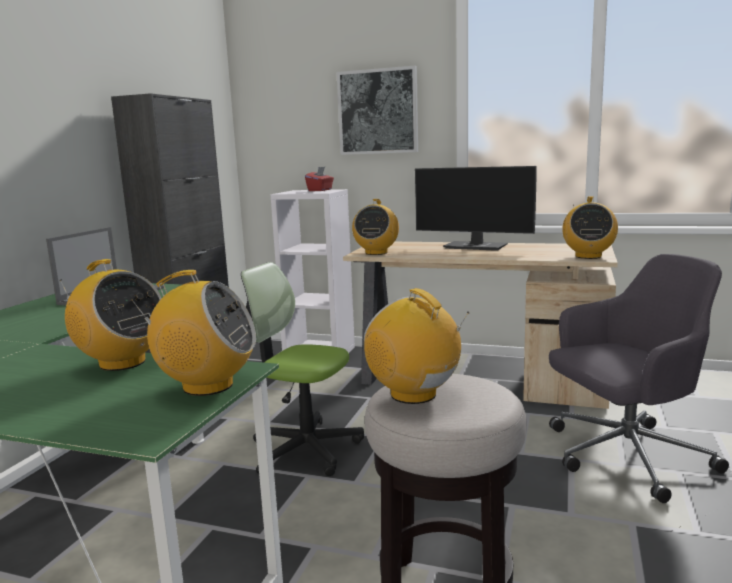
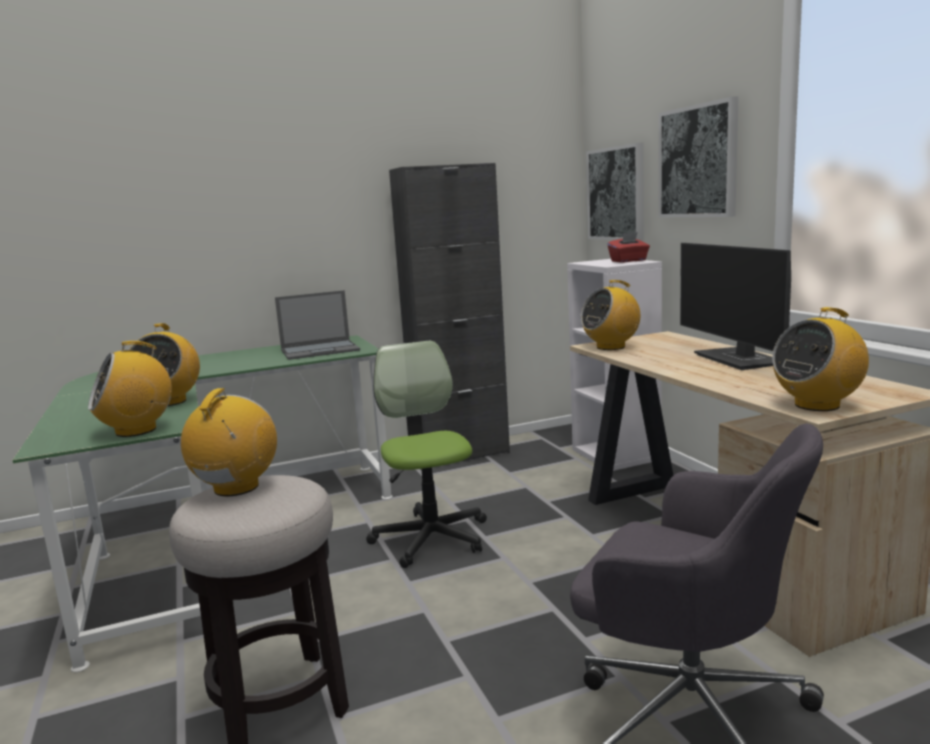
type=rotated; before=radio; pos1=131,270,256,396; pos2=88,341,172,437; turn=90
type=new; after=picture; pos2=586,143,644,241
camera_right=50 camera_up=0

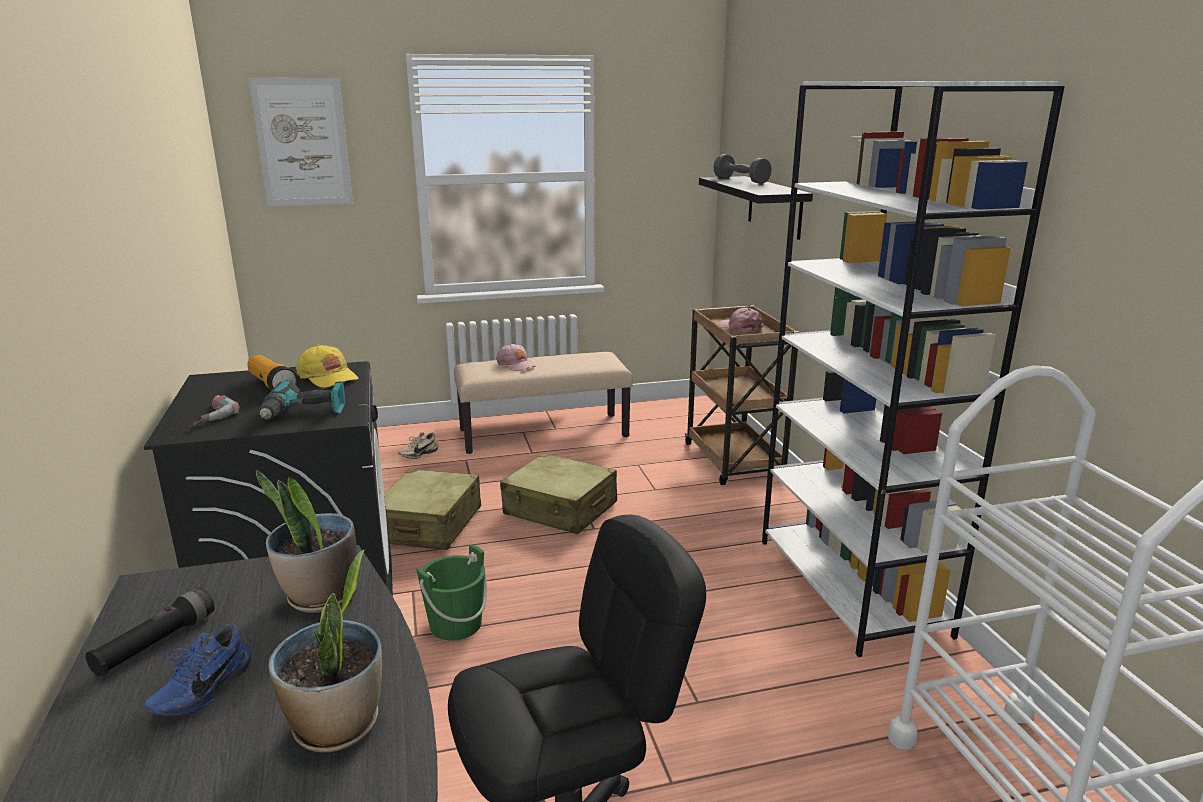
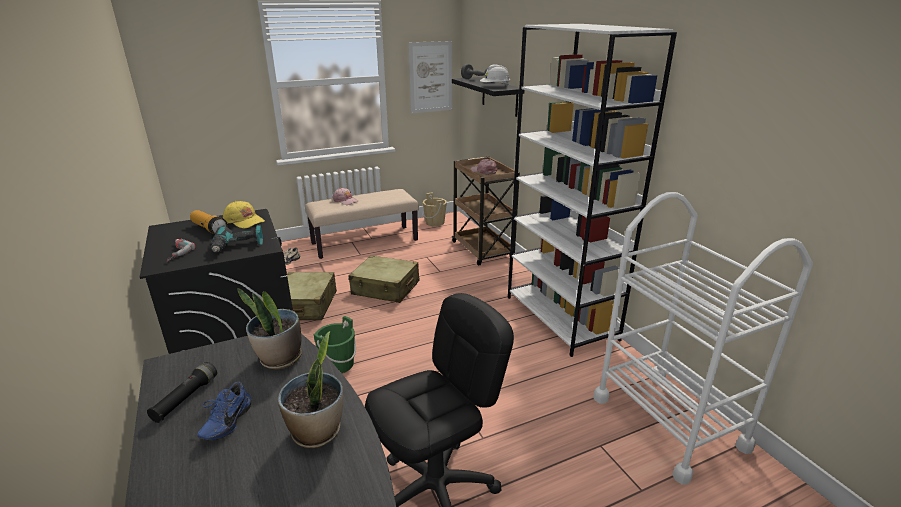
type=shifted; before=picture; pos1=249,78,353,206; pos2=408,41,452,114
type=new; after=beige bucket; pos2=423,192,447,226
type=new; after=white hard hat; pos2=480,64,510,86
camera_right=-10 camera_up=5

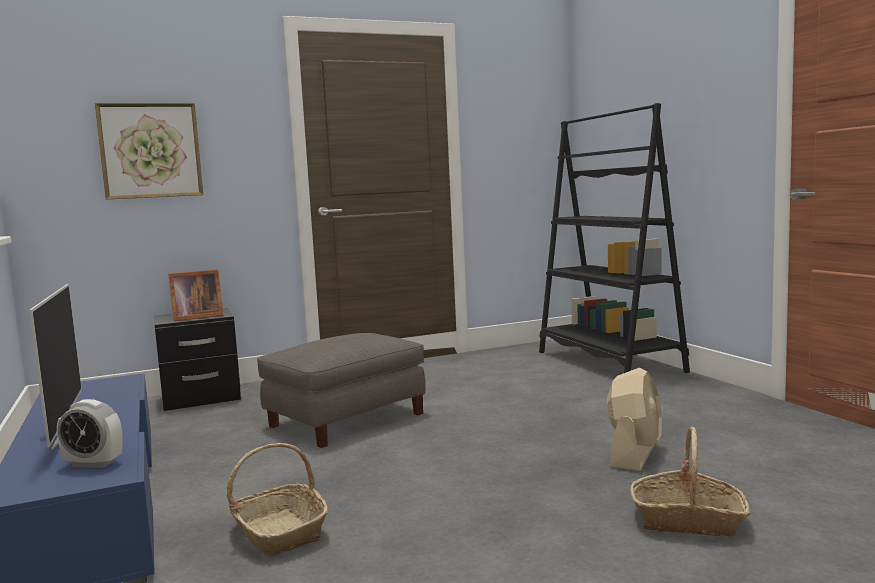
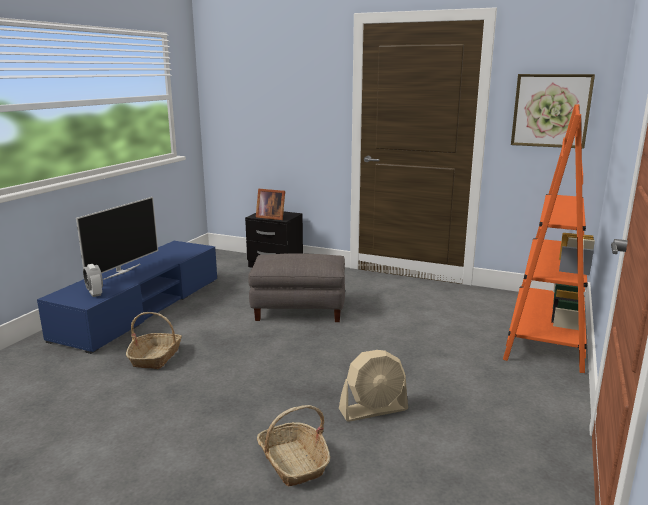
type=repainted; before=black bookcase; after=orange bookcase; pos1=539,103,690,373; pos2=503,104,595,373
type=shifted; before=picture; pos1=95,103,203,199; pos2=511,74,595,149
camera_right=45 camera_up=10

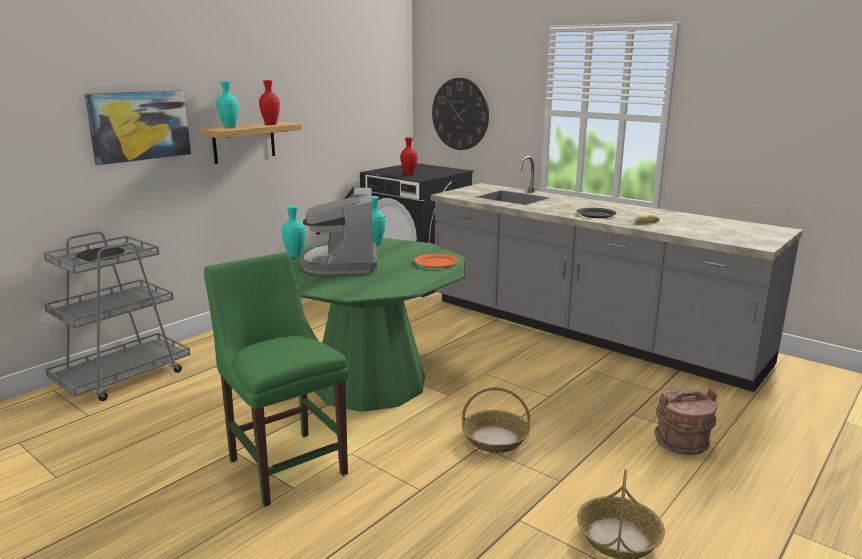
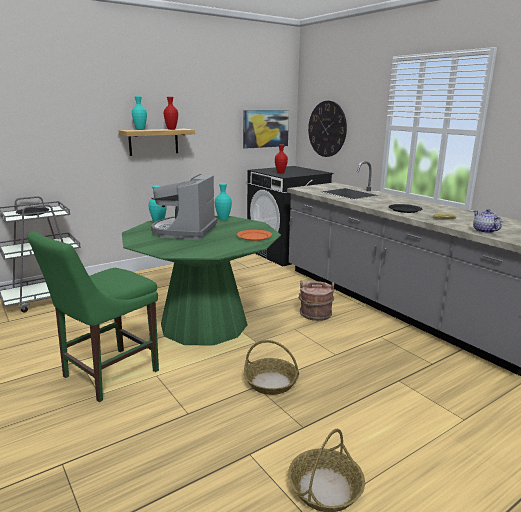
type=rotated; before=green chair; pos1=204,252,349,507; pos2=27,231,159,402; turn=-120
type=shifted; before=picture; pos1=84,90,191,165; pos2=243,110,289,149
type=shifted; before=brown bucket; pos1=654,387,718,455; pos2=299,281,334,321
type=new; after=teapot; pos2=473,209,502,233
camera_right=15 camera_up=0

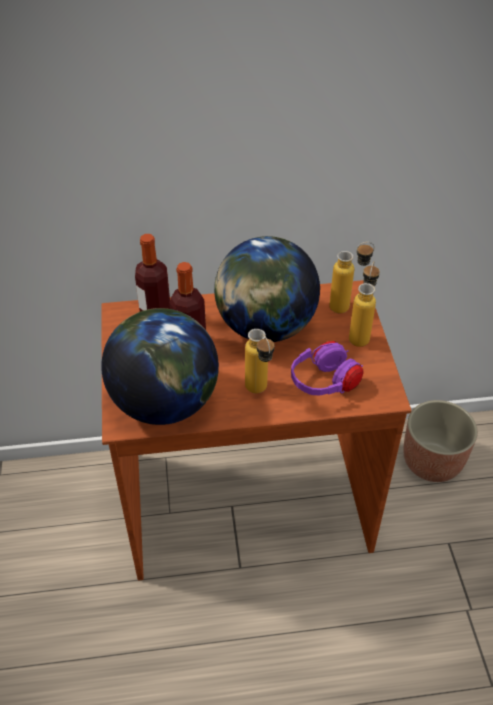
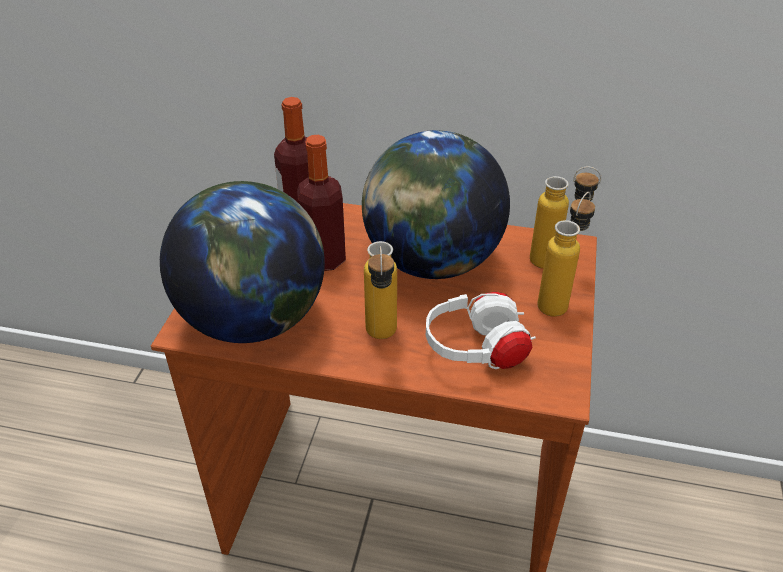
type=repainted; before=purple headphones; after=white headphones; pos1=291,341,364,396; pos2=426,292,536,369
type=gone; before=planter; pos1=403,400,478,482
camera_right=20 camera_up=-5

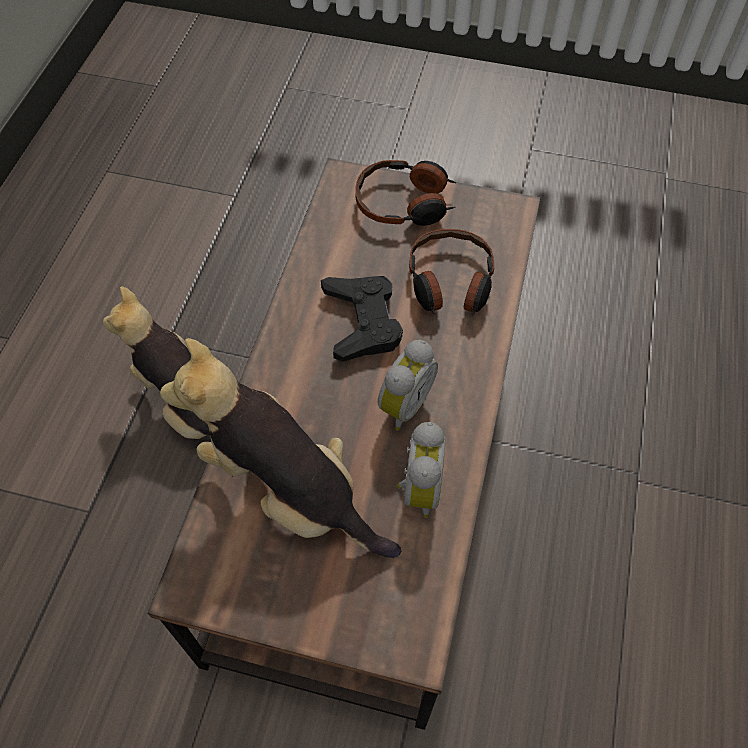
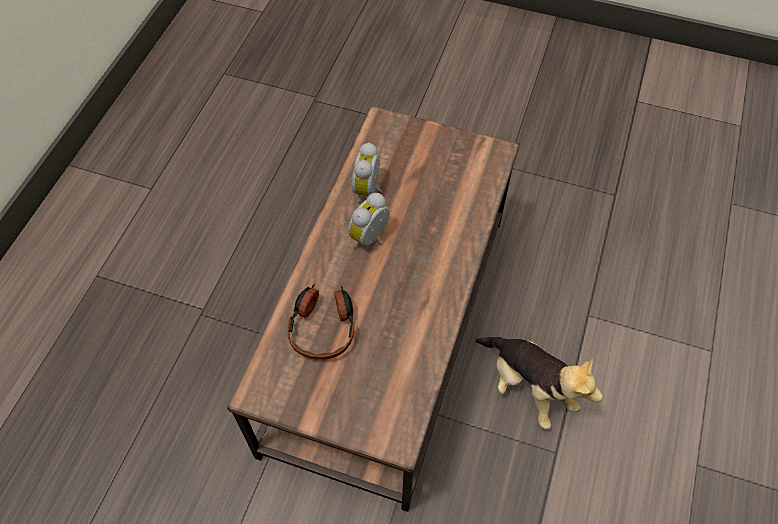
type=gone; before=plush toy; pos1=160,338,401,558
type=gone; before=black game controller; pos1=321,276,403,362
type=gone; before=headphones; pos1=355,160,456,226
camera_right=-175 camera_up=0

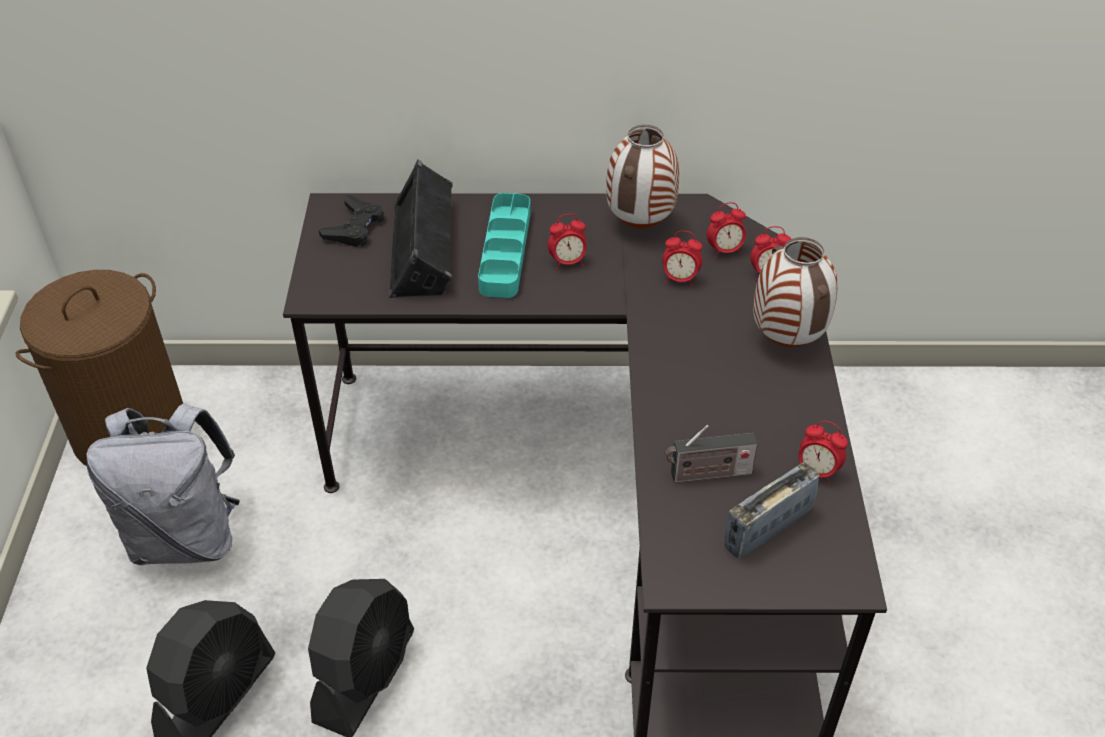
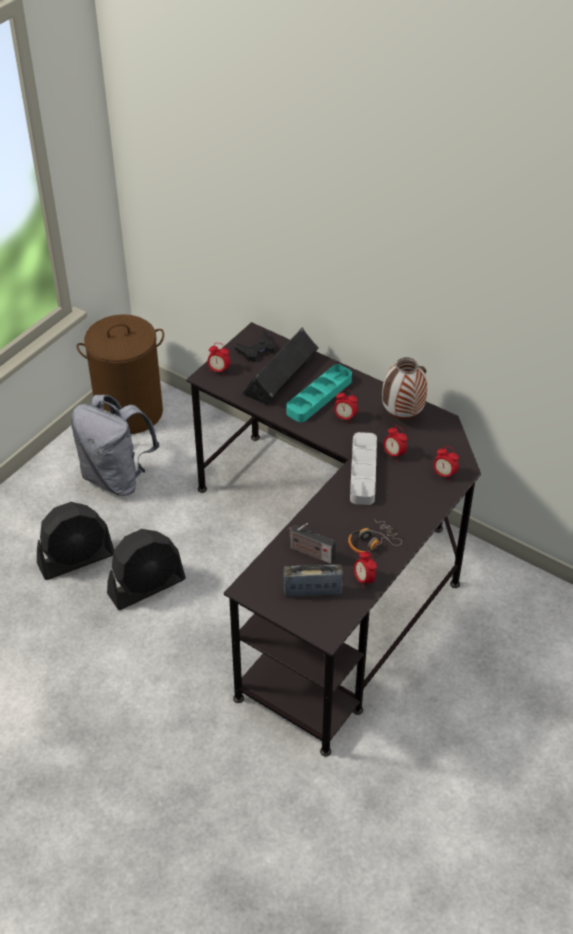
type=shifted; before=alarm clock; pos1=707,202,746,258; pos2=207,343,230,375
type=new; after=headphones; pos2=348,519,402,554
type=new; after=grey tray; pos2=350,432,377,505
type=gone; before=vase; pos1=753,237,837,347
camera_right=35 camera_up=0

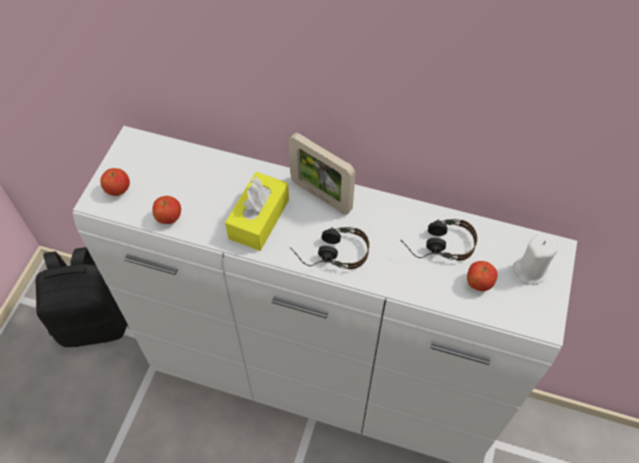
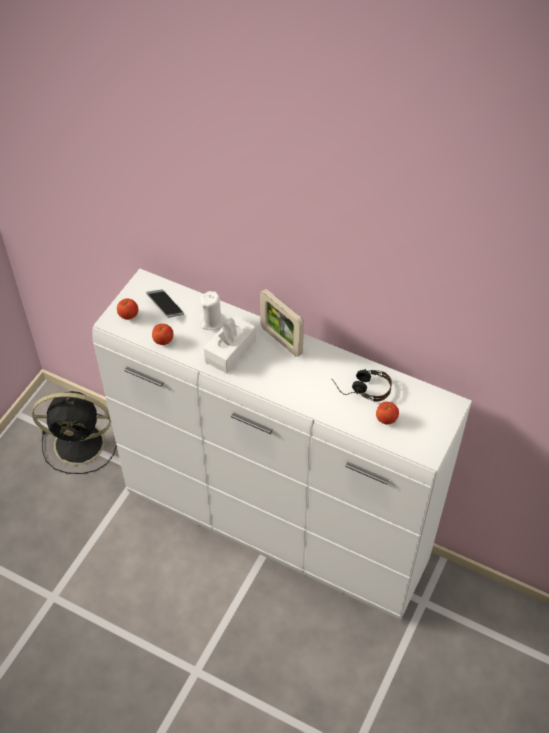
type=swapped; before=black backpack; after=black fan; pos1=36,247,128,347; pos2=32,391,117,474
type=new; after=phone; pos2=146,289,184,318
type=shifted; before=white candle; pos1=513,234,558,284; pos2=199,291,225,330
type=repainted; before=yellow tissue box; after=white tissue box; pos1=225,172,289,251; pos2=204,315,256,374
type=gone; before=headphones; pos1=290,227,369,269
camera_right=10 camera_up=-5

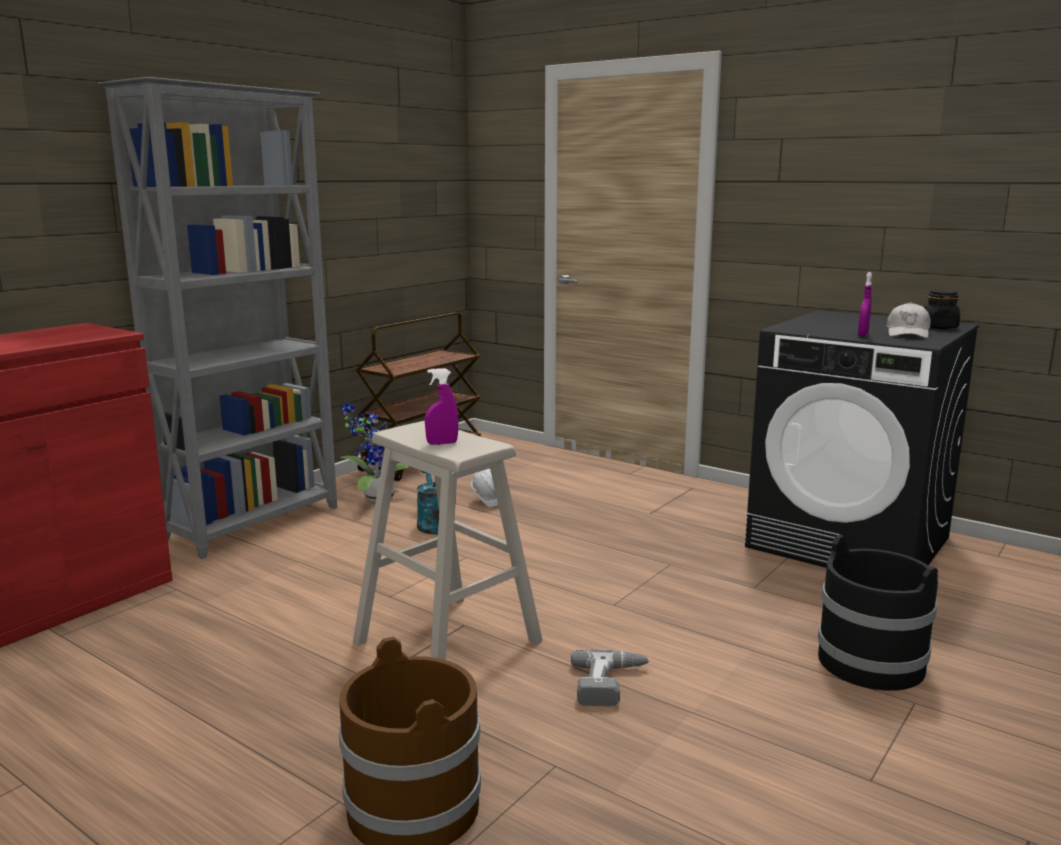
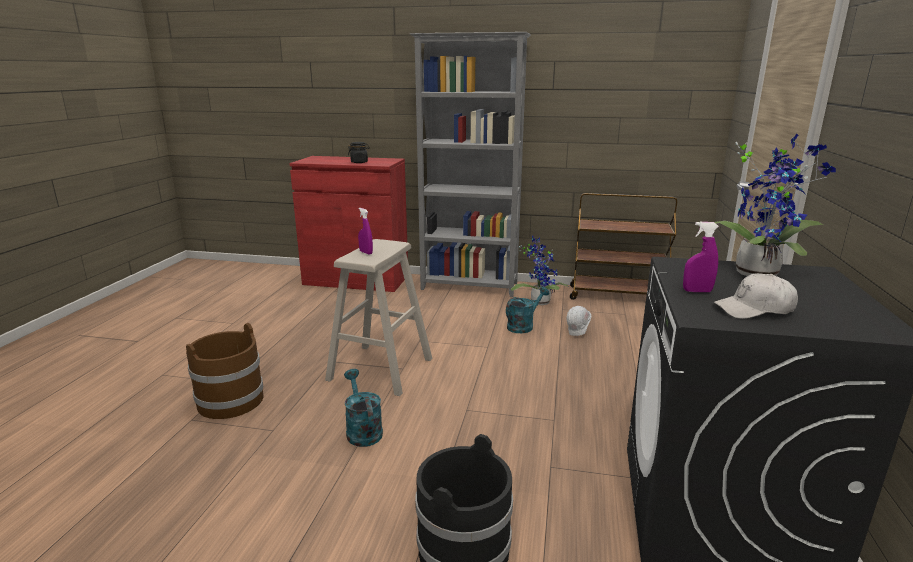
type=swapped; before=power drill; after=turquoise watering can; pos1=571,649,650,706; pos2=344,369,383,447
type=shifted; before=black jar; pos1=924,289,960,329; pos2=348,142,370,163
type=new; after=potted plant; pos2=714,134,836,276
camera_right=65 camera_up=5

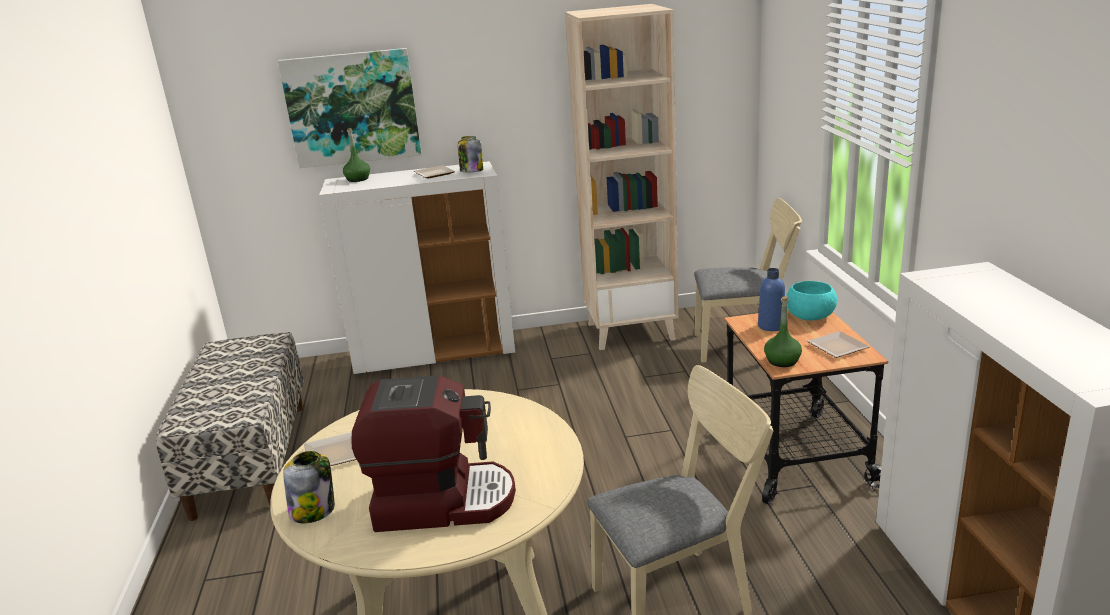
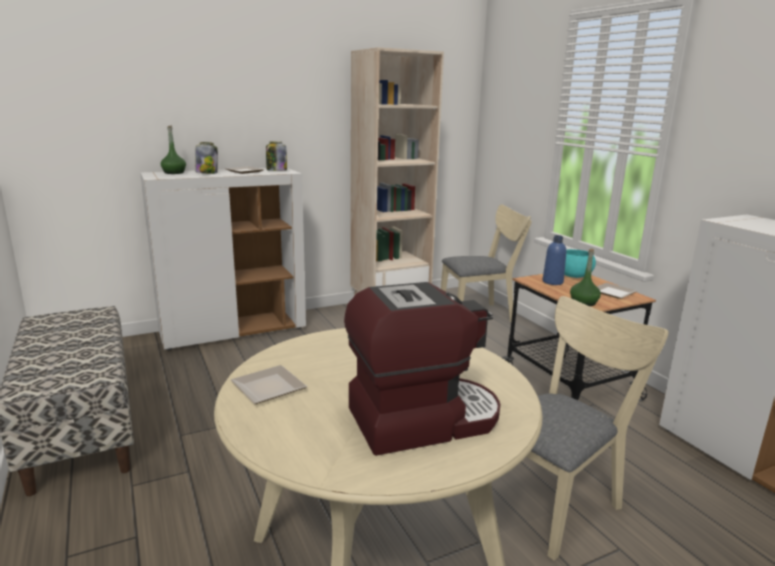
type=shifted; before=jar; pos1=283,451,335,523; pos2=195,142,218,174
type=gone; before=picture; pos1=278,48,421,168
camera_right=-20 camera_up=-5

